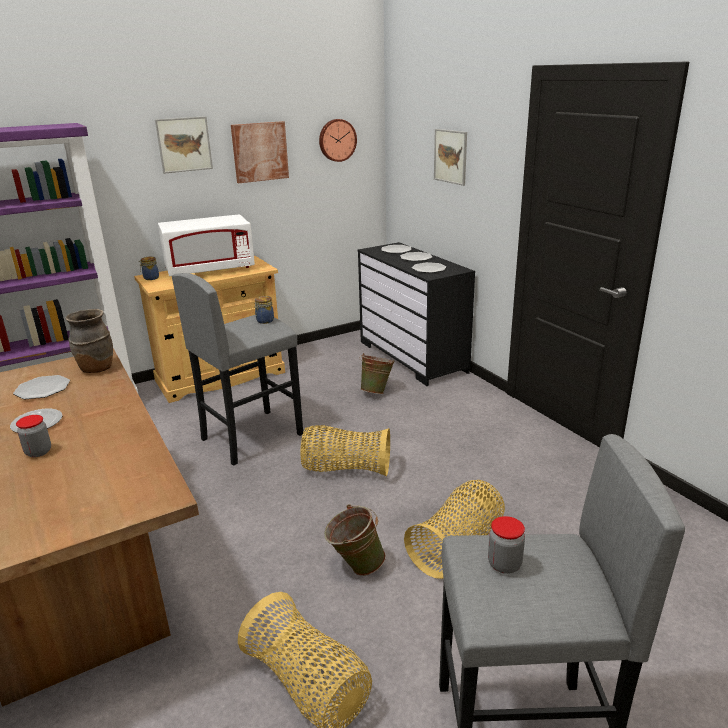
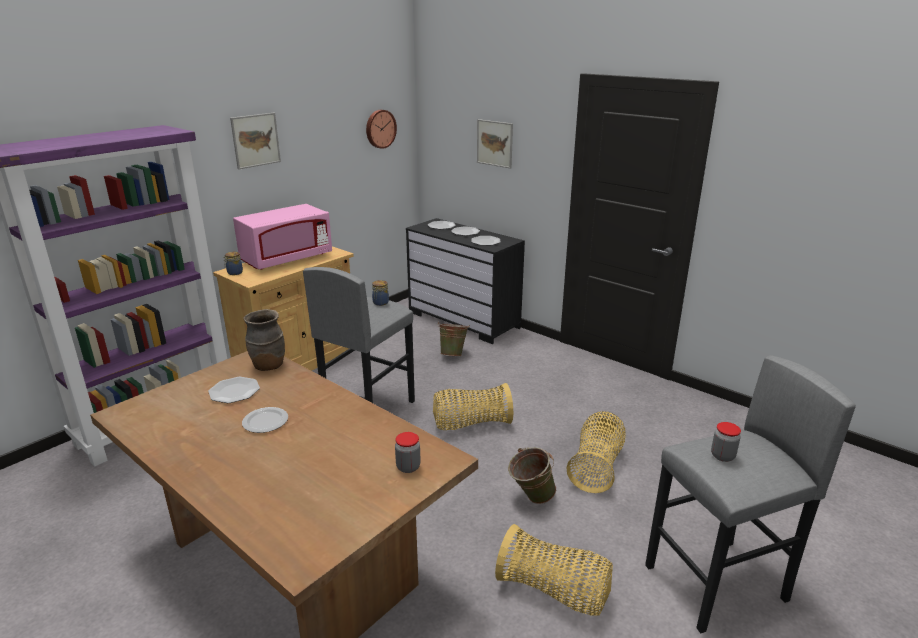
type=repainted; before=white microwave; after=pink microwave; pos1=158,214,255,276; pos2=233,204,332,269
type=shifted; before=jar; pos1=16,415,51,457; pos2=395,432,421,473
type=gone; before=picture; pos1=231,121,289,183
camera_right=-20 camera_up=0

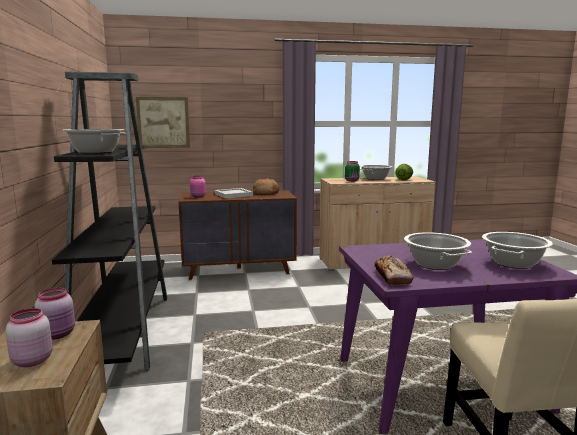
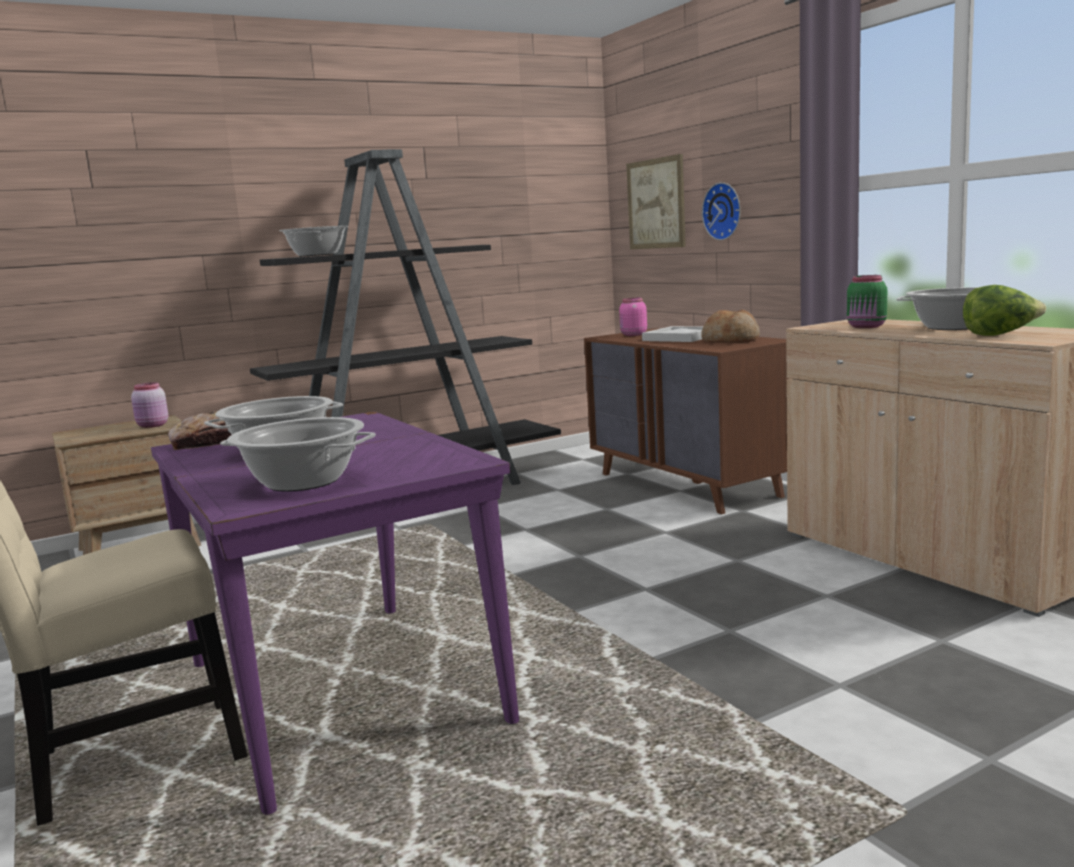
type=new; after=wall clock; pos2=702,182,741,240
type=gone; before=pink jar; pos1=5,308,53,367
camera_right=70 camera_up=0

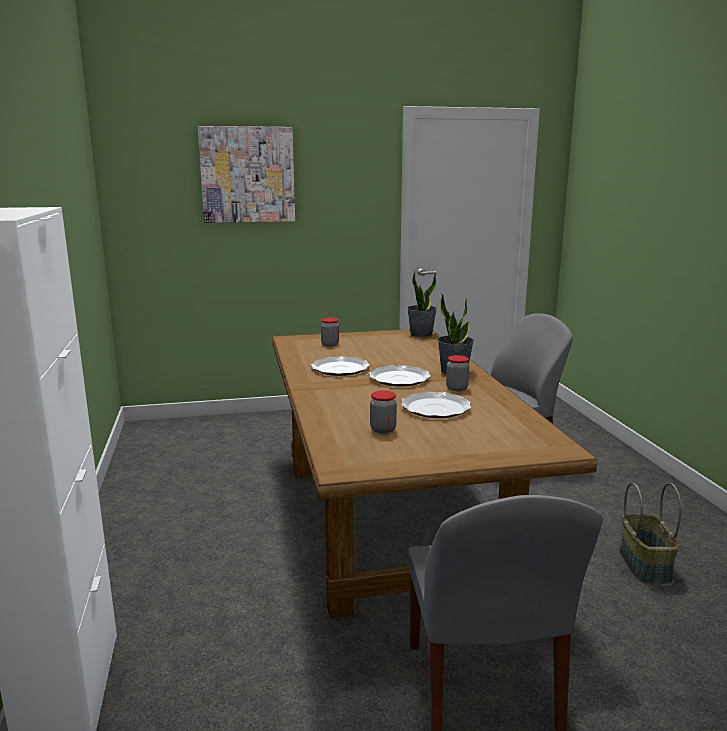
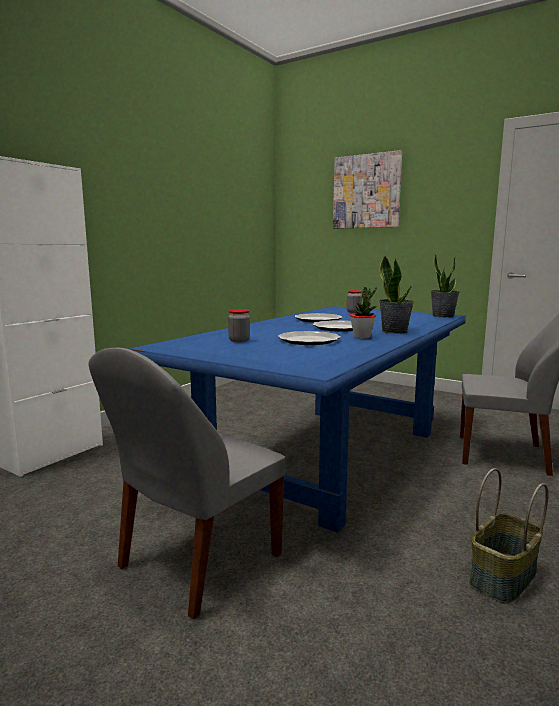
type=repainted; before=brown dining table; after=blue dining table; pos1=272,329,598,618; pos2=129,306,466,533
type=swapped; before=jar; after=potted plant; pos1=446,355,469,391; pos2=350,287,377,339
camera_right=45 camera_up=-5

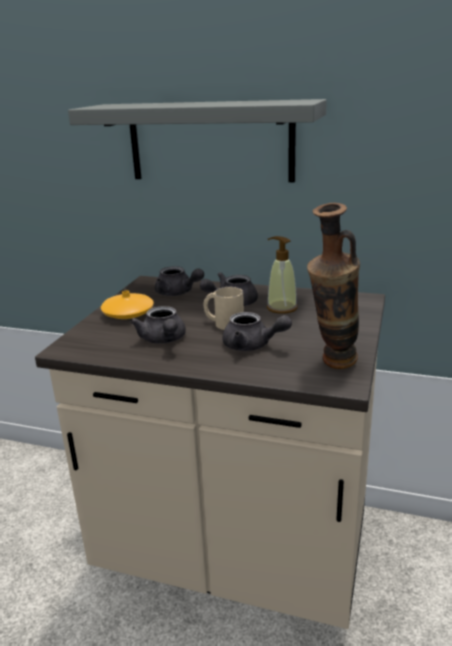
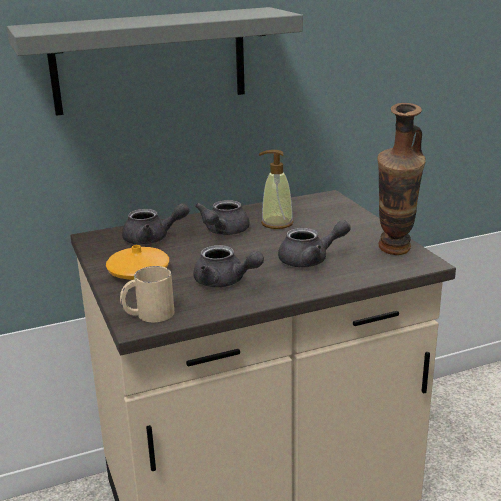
type=shifted; before=beige mug; pos1=203,287,244,330; pos2=120,266,175,322
camera_right=-40 camera_up=0

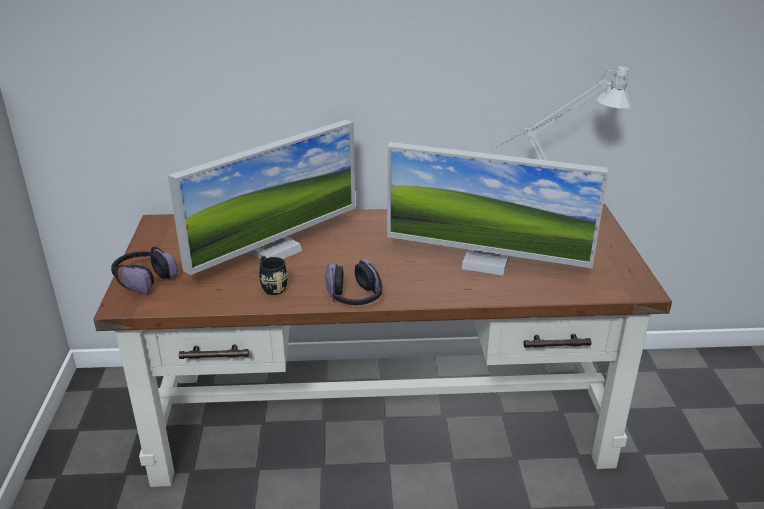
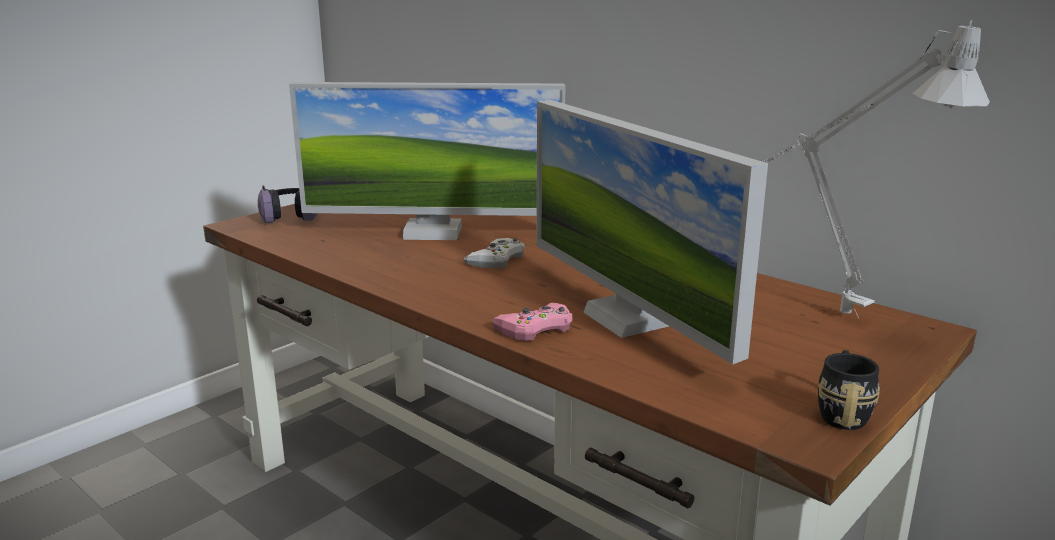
type=new; after=white game controller; pos2=463,238,525,268
type=new; after=pink game controller; pos2=492,303,573,341
type=shifted; before=black mug; pos1=259,256,288,295; pos2=818,350,880,430
type=gone; before=headphones; pos1=325,258,382,305
camera_right=45 camera_up=-10

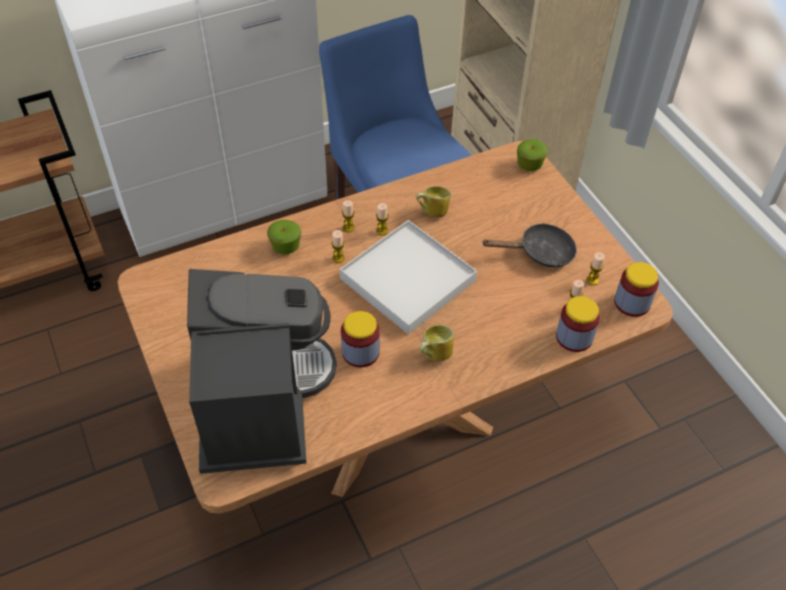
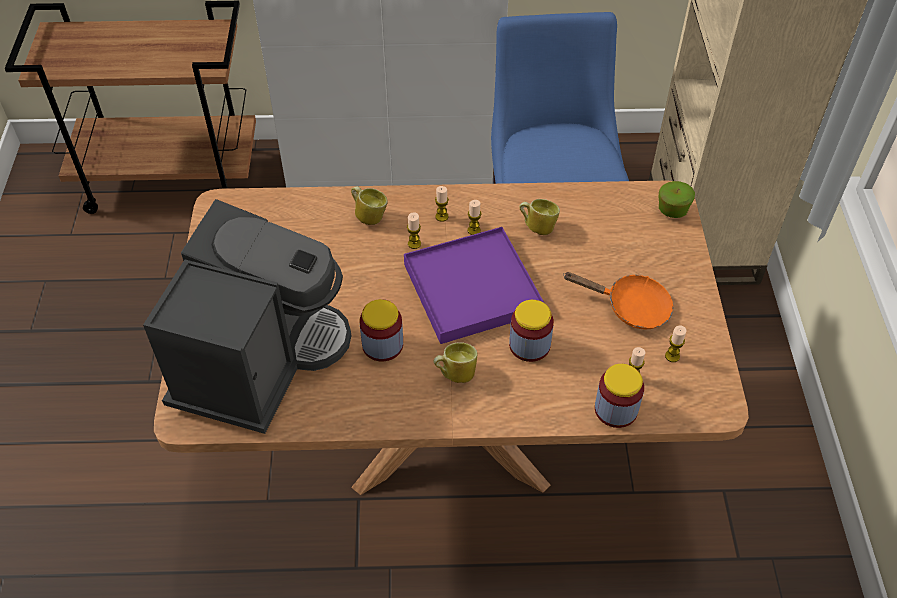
type=swapped; before=apple; after=mug; pos1=267,220,301,254; pos2=351,186,388,225
type=repainted; before=white tray; after=purple tray; pos1=340,220,477,334; pos2=404,227,544,344
type=shifted; before=jar; pos1=614,262,659,317; pos2=509,300,554,362
type=repainted; before=black frying pan; after=orange frying pan; pos1=481,223,577,268; pos2=563,272,673,330
camera_right=25 camera_up=0

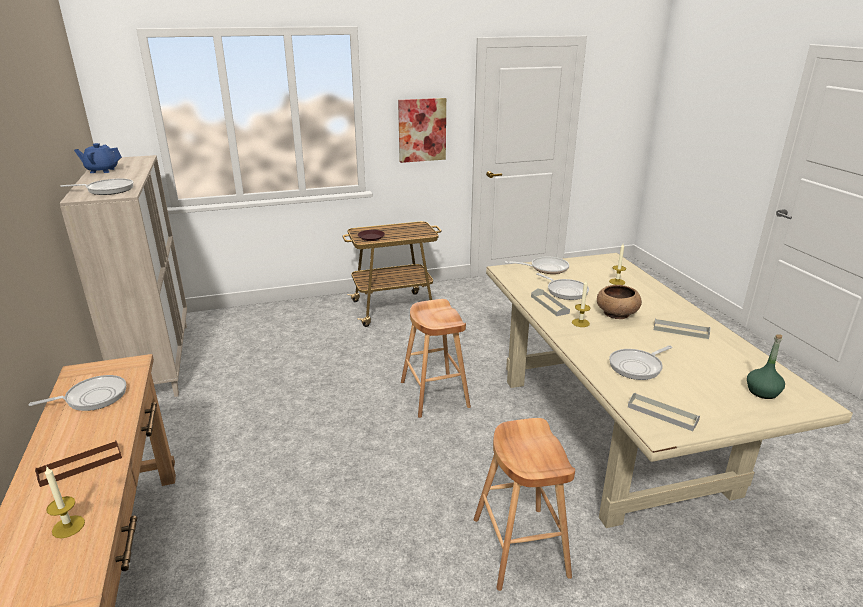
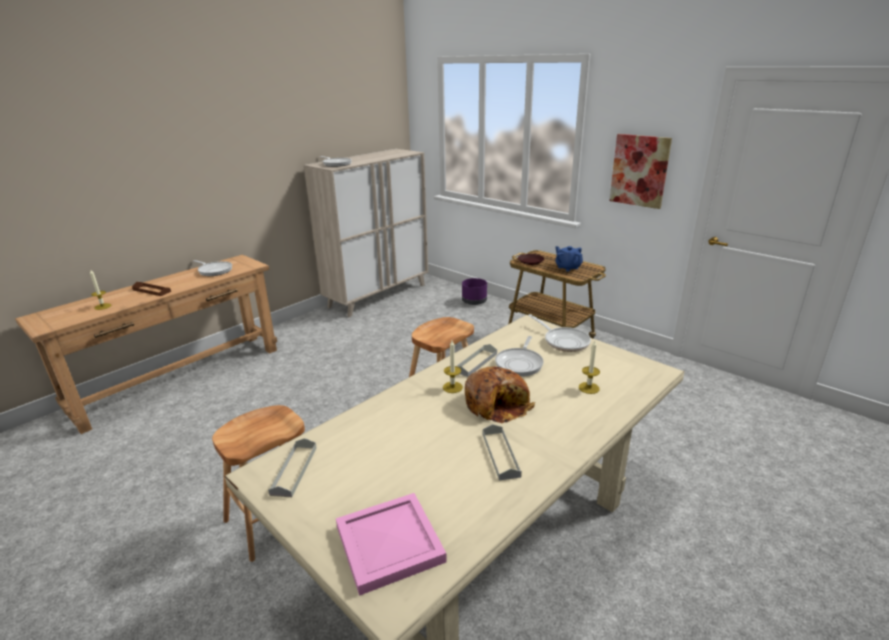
type=swapped; before=green bottle; after=pink tray; pos1=747,334,785,399; pos2=336,493,447,596
type=new; after=purple planter; pos2=462,278,487,305
type=swapped; before=brown bowl; after=bread; pos1=597,285,642,319; pos2=465,366,535,423
type=shifted; before=blue teapot; pos1=74,143,122,173; pos2=555,246,583,272
type=gone; before=frying pan; pos1=609,345,672,380
camera_right=60 camera_up=0

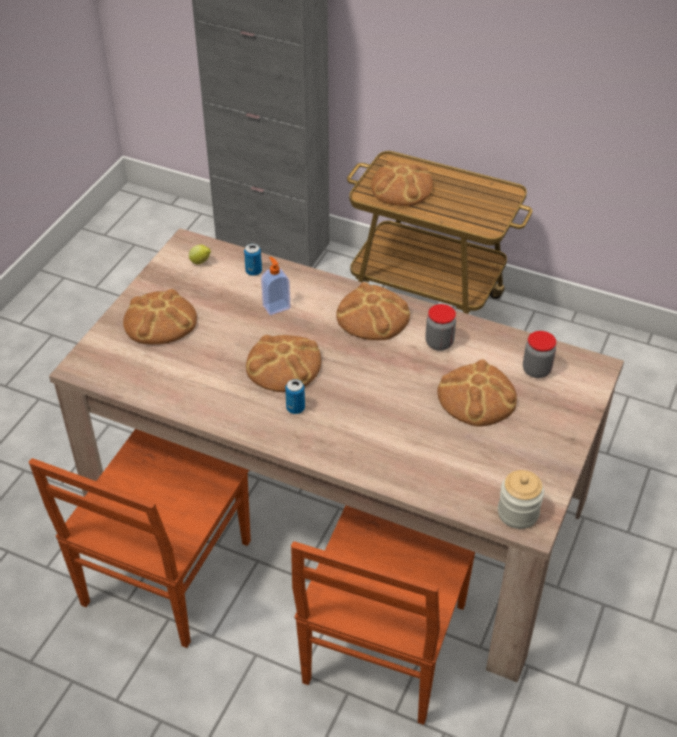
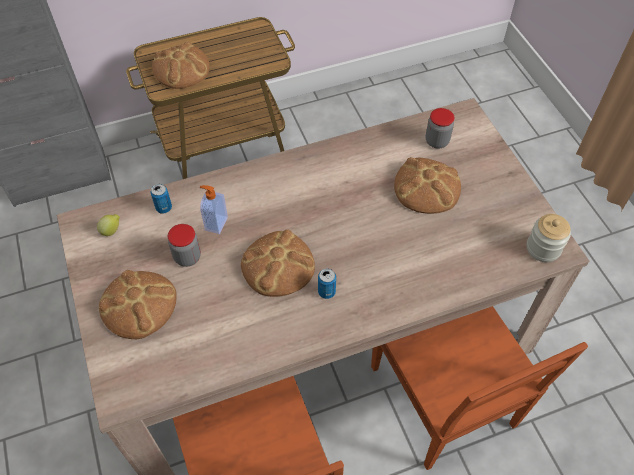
type=shifted; before=jar; pos1=425,304,456,351; pos2=168,224,201,267
type=gone; before=bread; pos1=336,282,410,340
camera_right=-45 camera_up=10

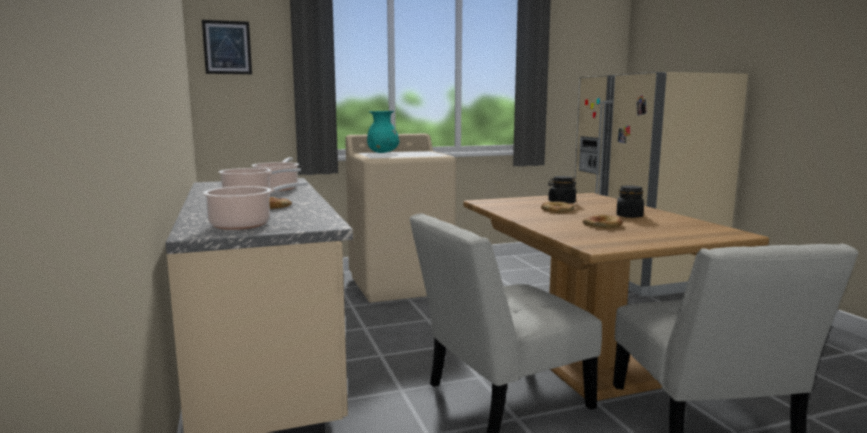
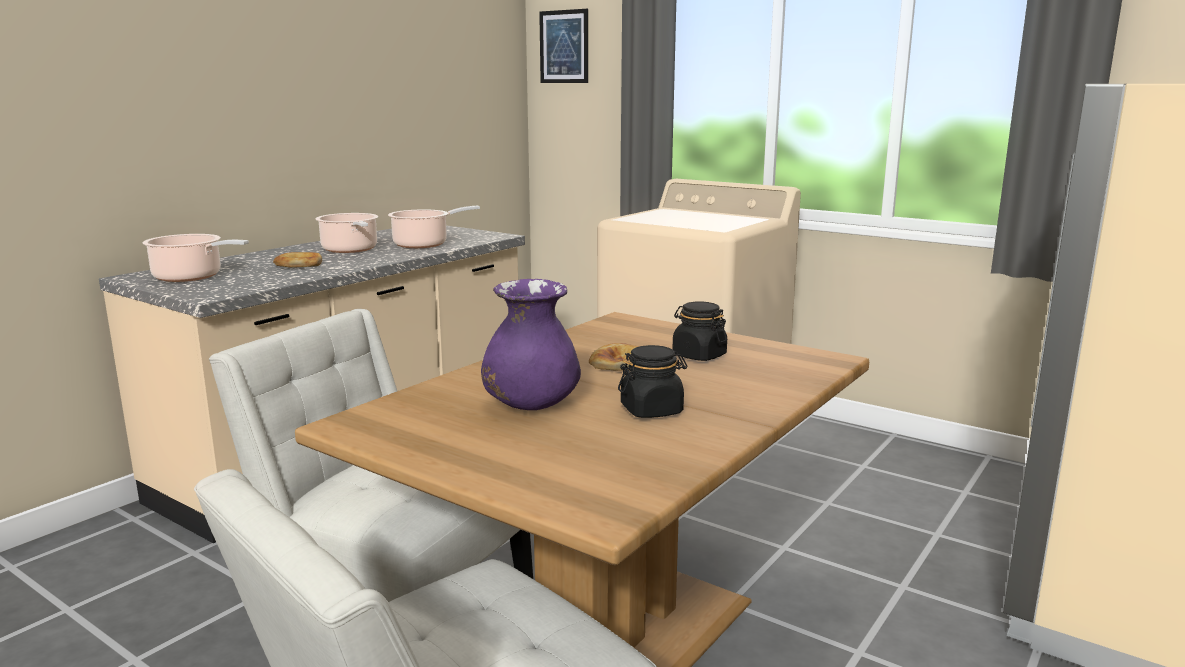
type=swapped; before=bread; after=purple vase; pos1=582,214,623,228; pos2=481,279,581,410
type=gone; before=turquoise vase; pos1=367,111,399,153
camera_right=55 camera_up=5

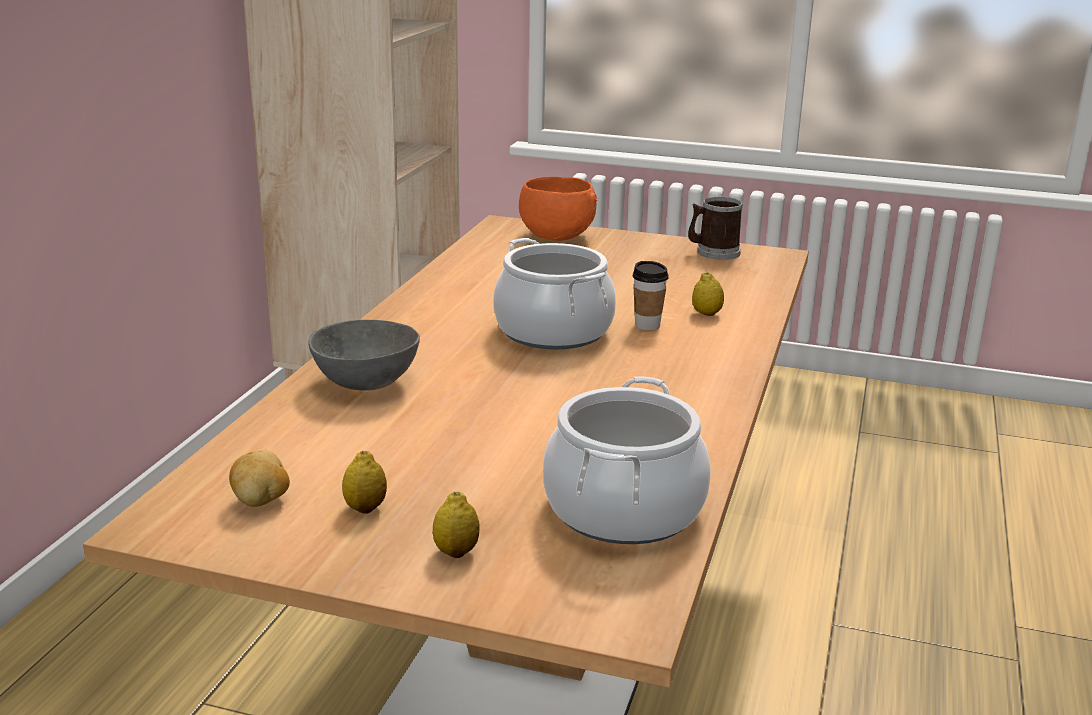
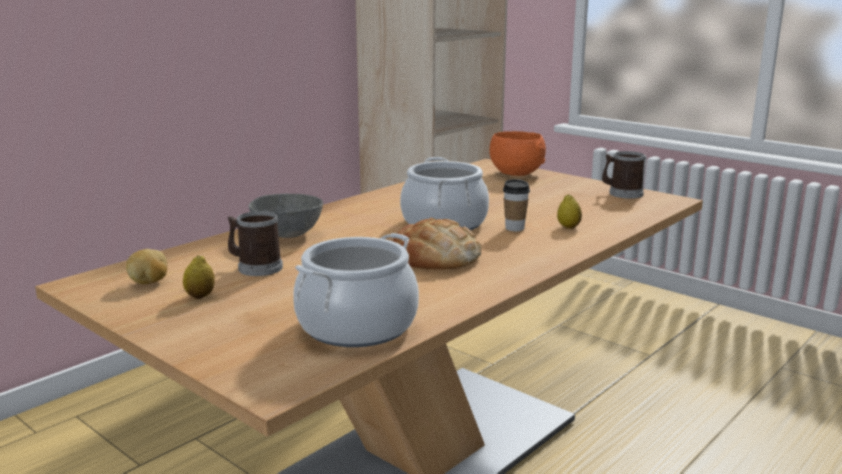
type=new; after=mug; pos2=228,211,283,276
type=new; after=bread; pos2=393,218,481,270
type=gone; before=lemon; pos1=433,491,480,558
camera_right=25 camera_up=-5

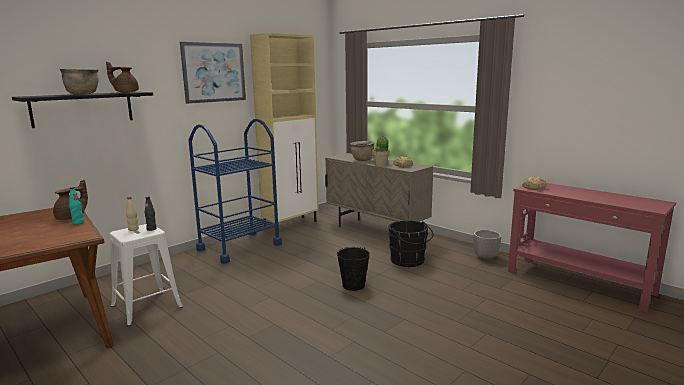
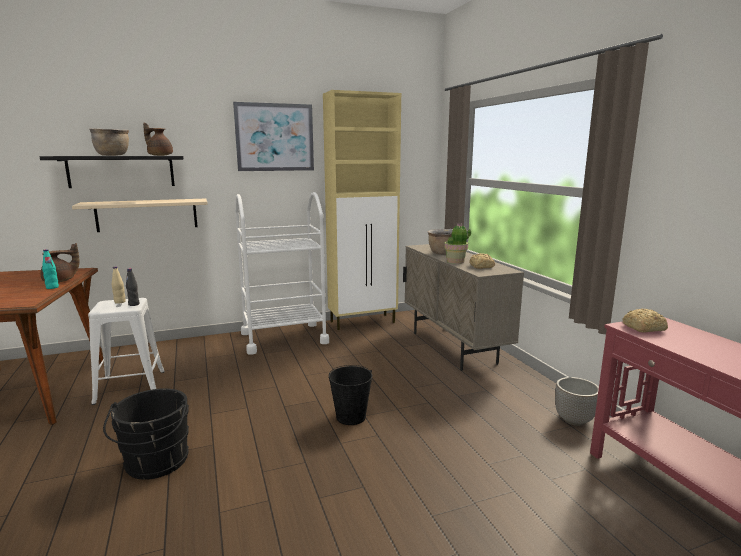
type=new; after=beige shelf; pos2=72,198,208,232
type=shifted; before=black bucket; pos1=388,221,433,267; pos2=103,388,189,480
type=repainted; before=blue cart; after=white cart; pos1=188,119,282,264; pos2=235,192,329,355
camera_right=25 camera_up=0

